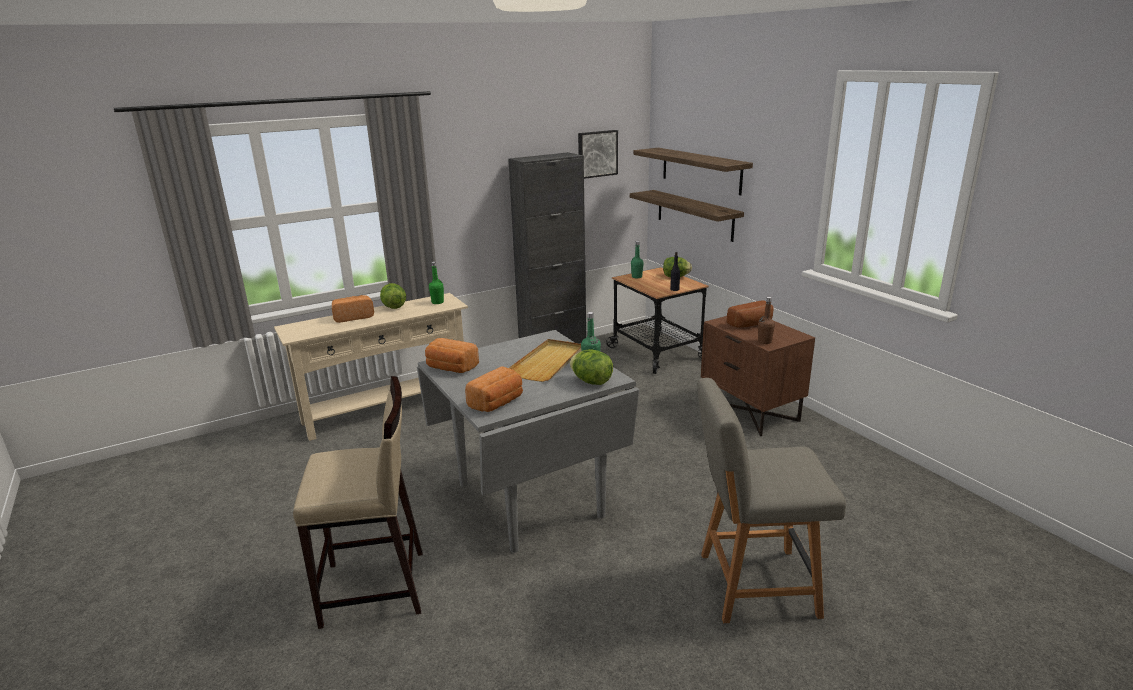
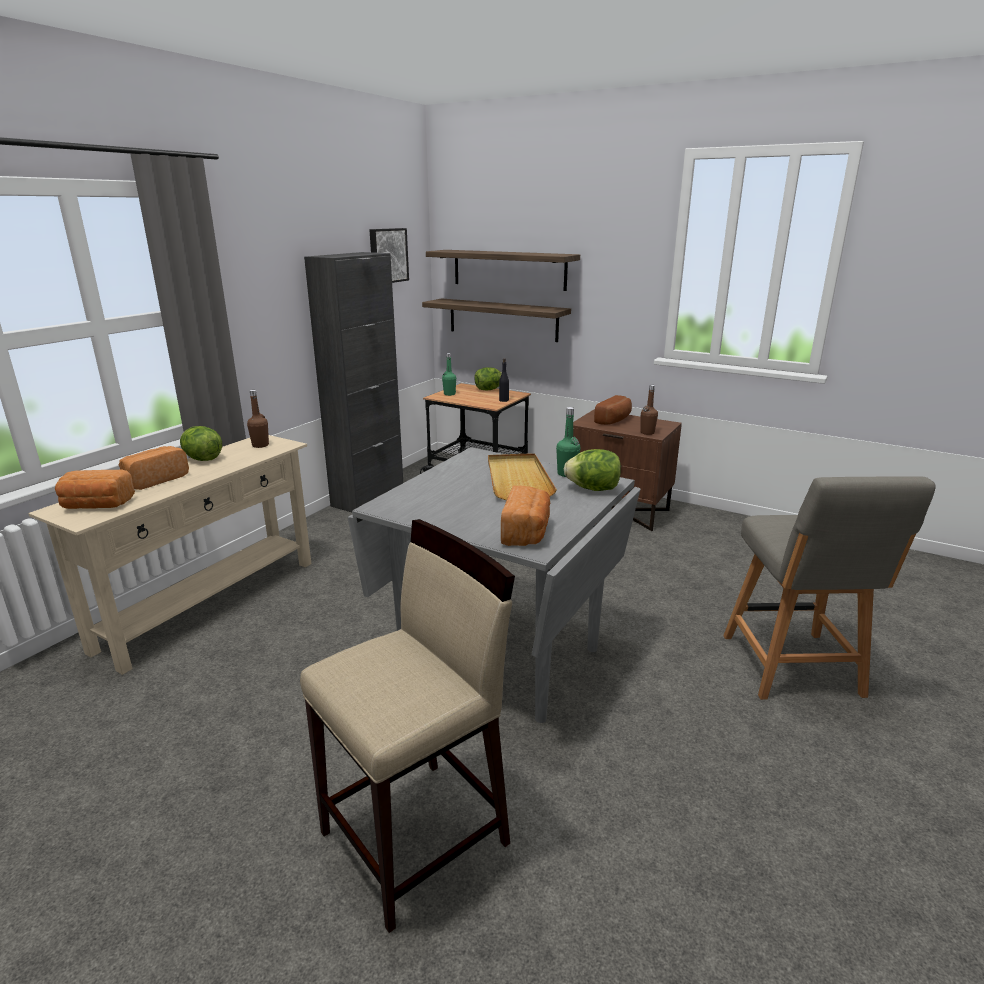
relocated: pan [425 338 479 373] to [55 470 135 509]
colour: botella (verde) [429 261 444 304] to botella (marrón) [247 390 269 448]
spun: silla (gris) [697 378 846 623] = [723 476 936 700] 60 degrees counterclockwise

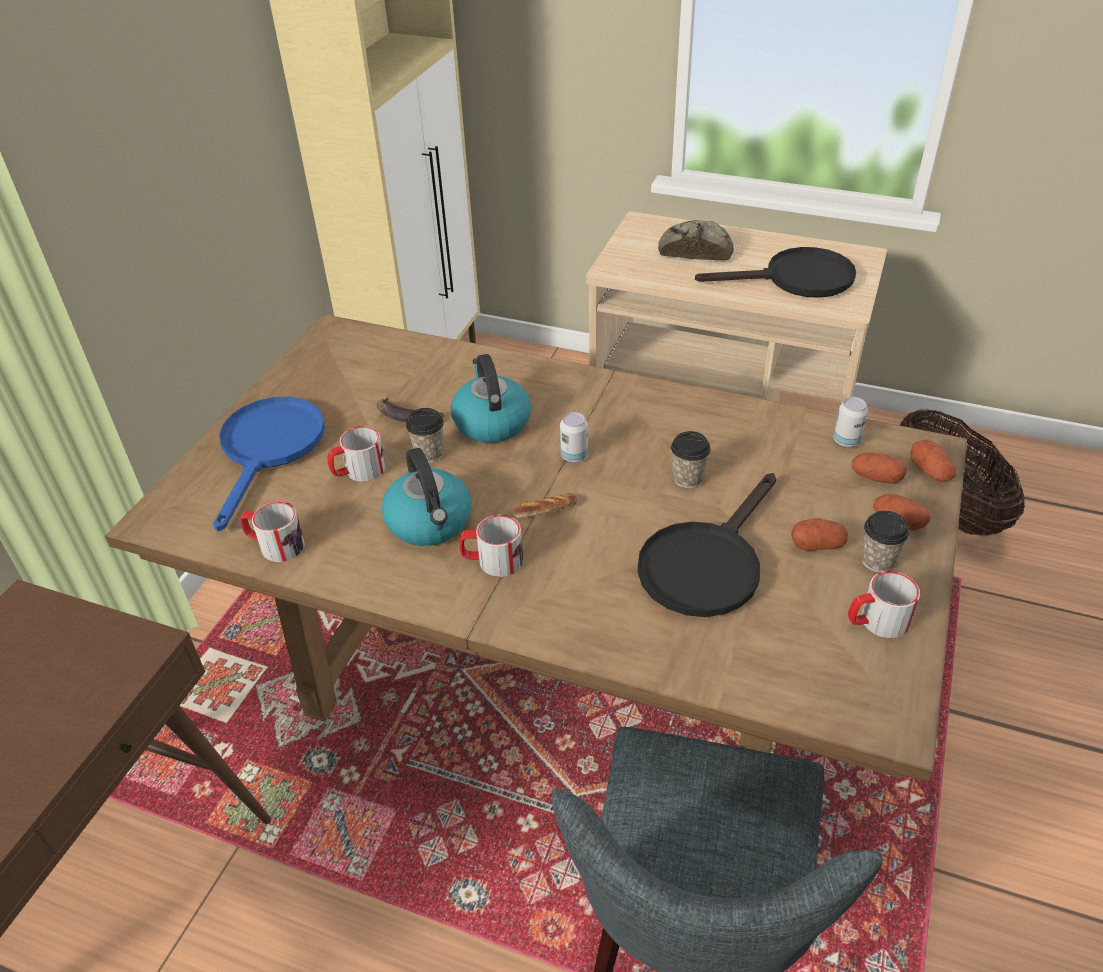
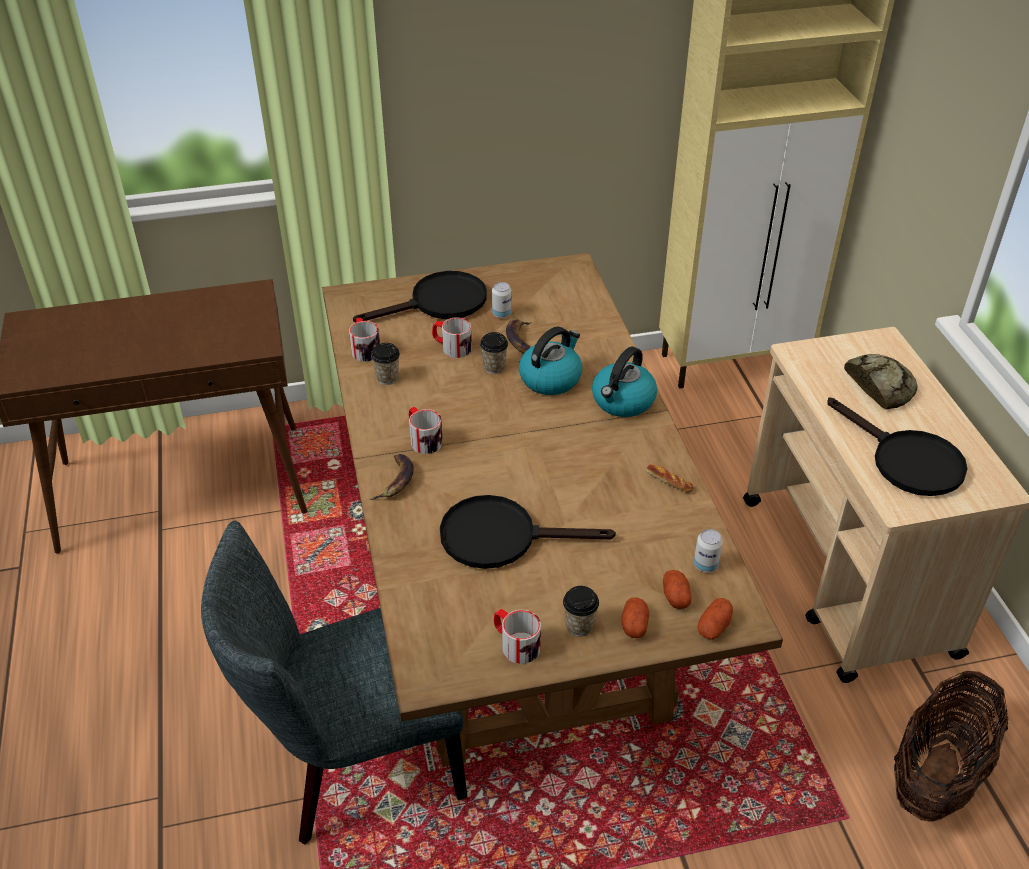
missing: patata [791 518 848 551]
appeared: plátano [370 454 414 500]
relocated: hervidor [381 448 472 546] to [592 346 657 417]; pan [513 493 577 518] to [646 464 694 493]; lata [560 412 588 462] to [492 282 512 318]; taza [671 431 711 488] to [371 343 400 385]
colour: sartén (azul) [213 397 325 531] to sartén (negro) [353 271 487 322]

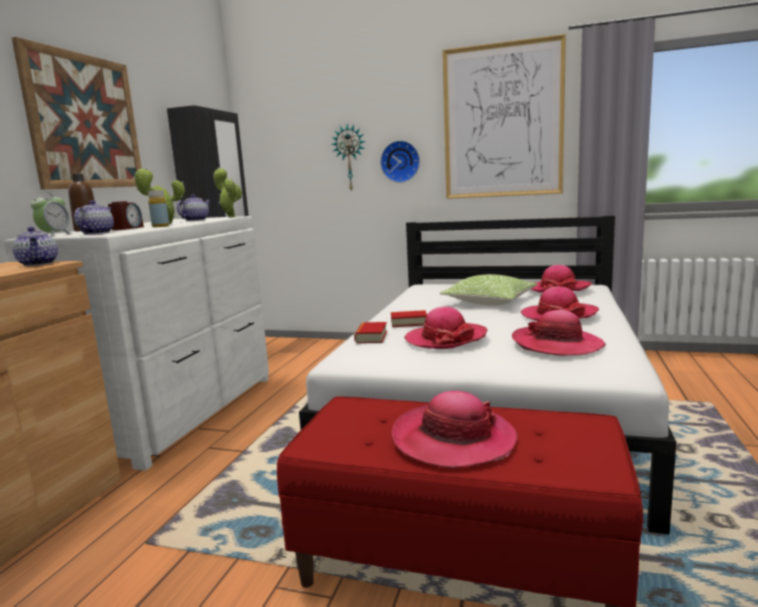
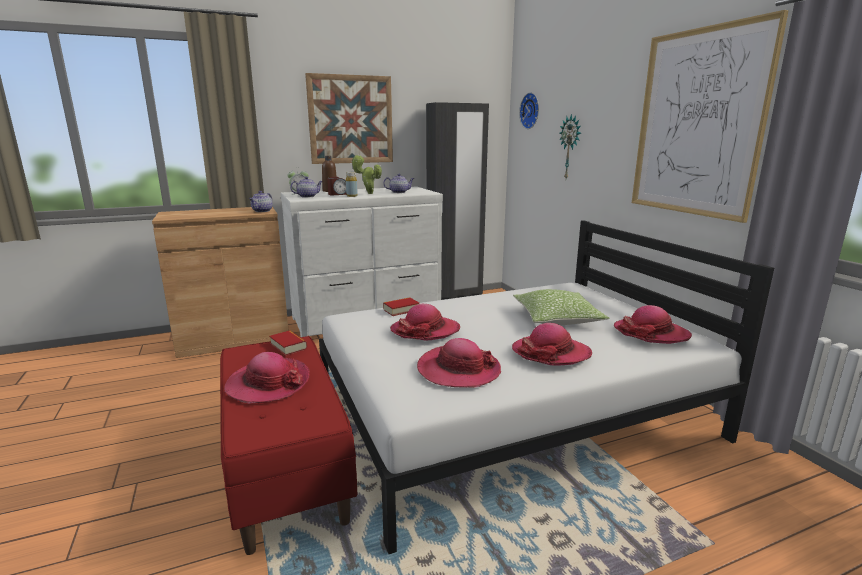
missing: planta en maceta [213 168 242 217]
relocated: reloj de pared [380 140 420 183] to [519 93 539 129]; libro [391 310 427 327] to [269 330 307 356]

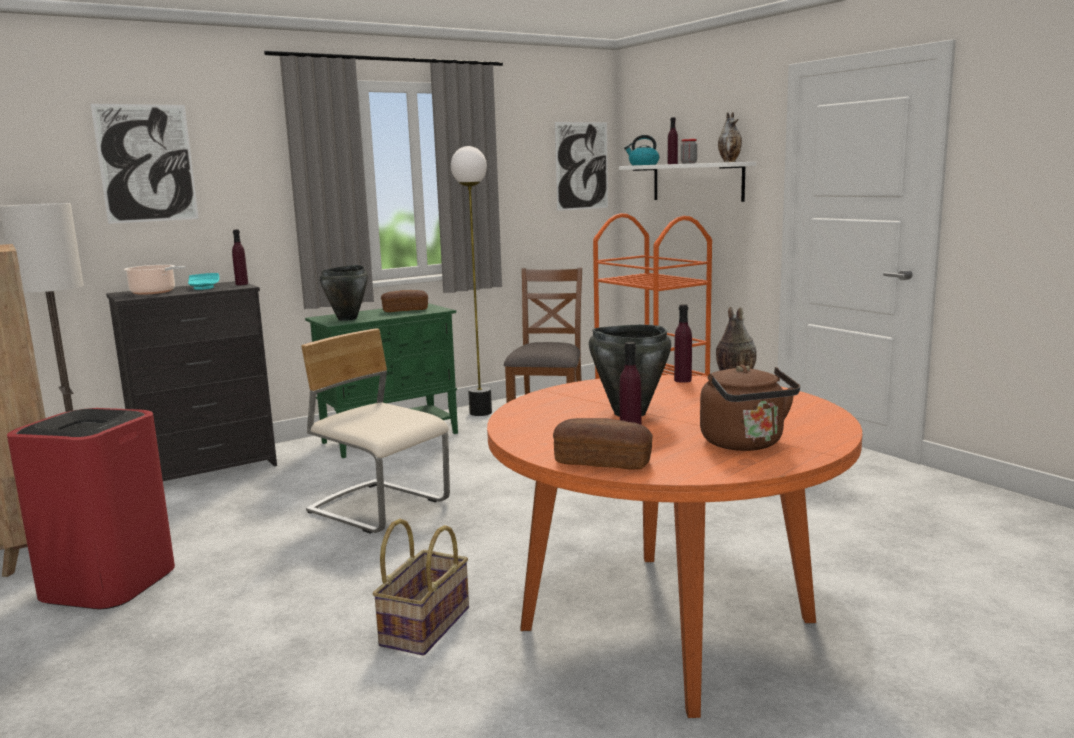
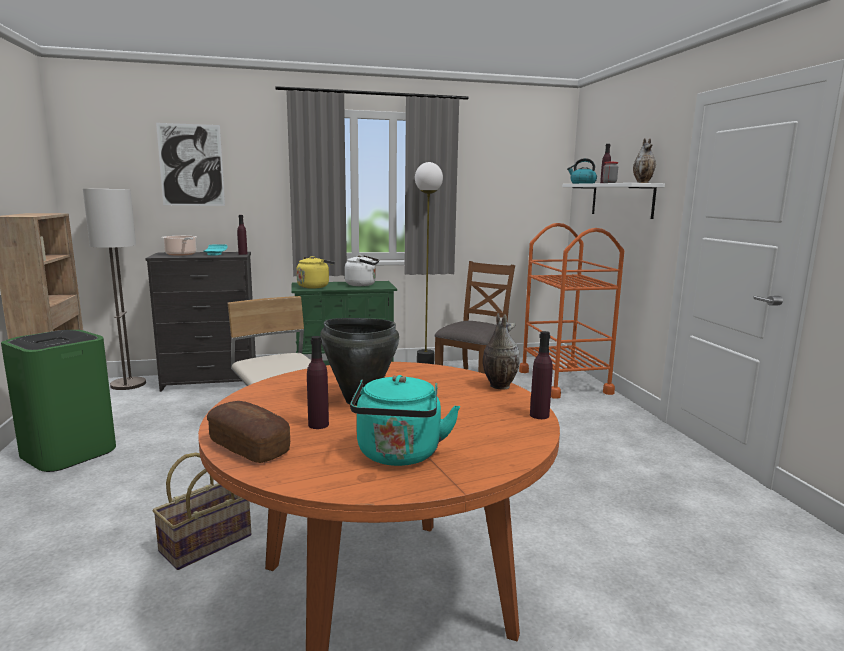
missing: cuadro [555 122 608 211]
relocated: botella (morado) [674 304 692 383] to [530 331 553 419]
exchanged: olla (negro) [320 265 368 321] to hervidor (amarillo) [297 256 335 289]; pan [381 290 428 312] to hervidor (blanco) [345 255 379 286]
colour: papelera (rojo) [7 408 175 609] to papelera (verde) [1 330 116 472]; hervidor (marrón) [700 365 800 451] to hervidor (turquesa) [350 375 460 466]

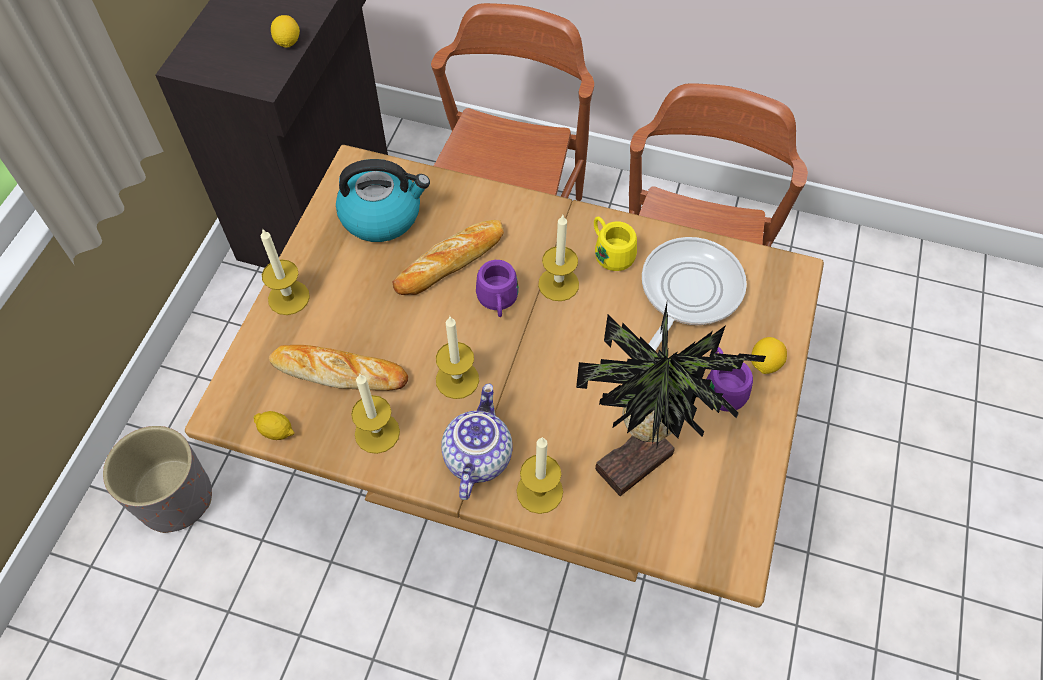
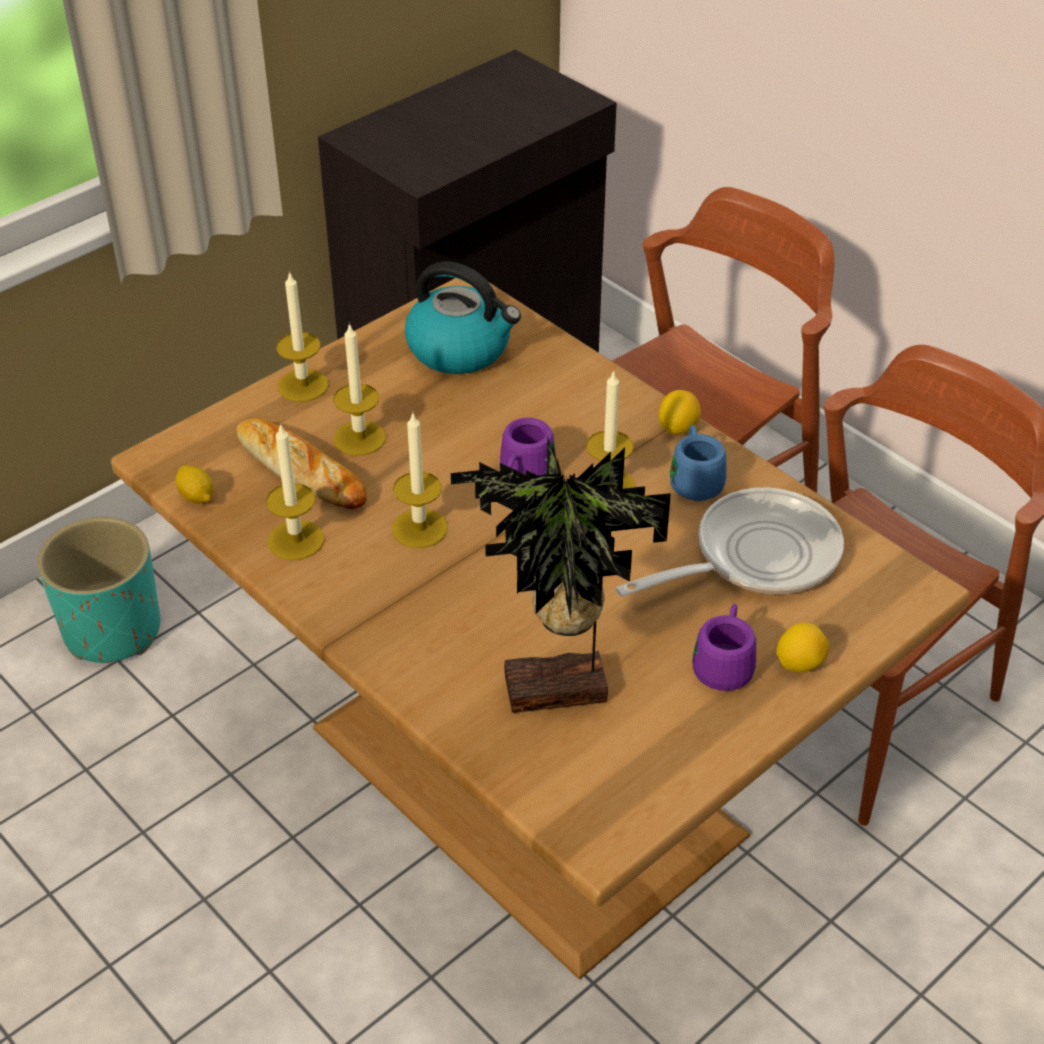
missing: pan [393 220 504 295]; tetera [441 384 513 500]
relocated: limón [271 15 300 48] to [659 390 701 435]; vela [517 437 563 514] to [333 323 386 456]
colour: maceta (gris) [103 426 212 533] to maceta (turquesa) [37 517 160 663]; taza grande (amarillo) [594 217 637 271] to taza grande (azul) [670 425 727 501]

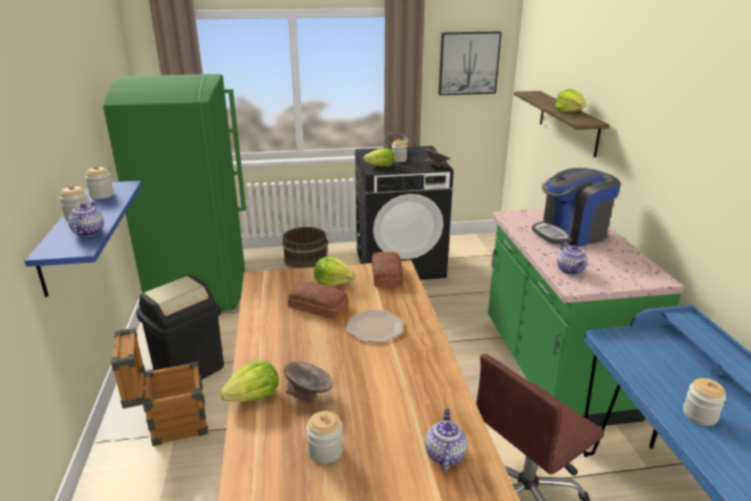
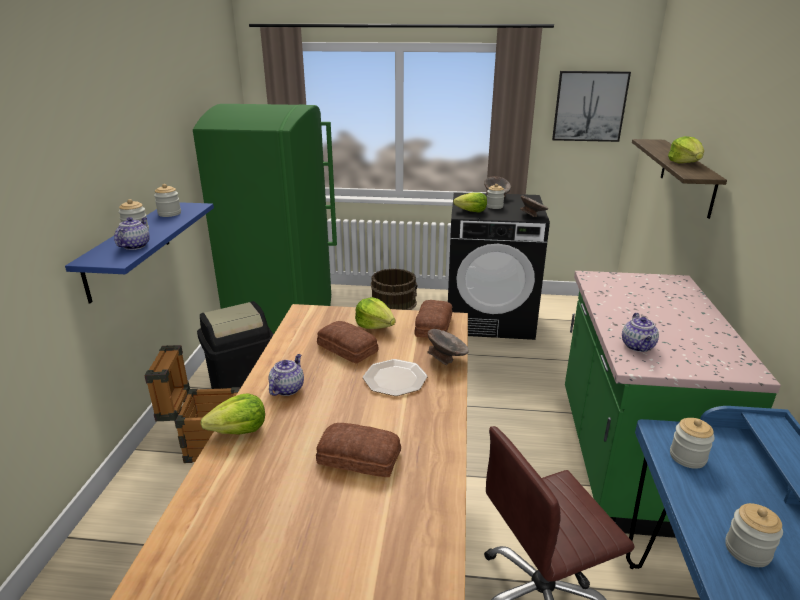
missing: cafetera [532 168 621 247]
appeared: pan [316 423 401 477]
relocated: cuenco (gris) [284 361 333 405] to [427 329 469 365]; tarro [306 411 343 464] to [670 418 715 469]; tetera [425 409 468 471] to [268 354 304 396]

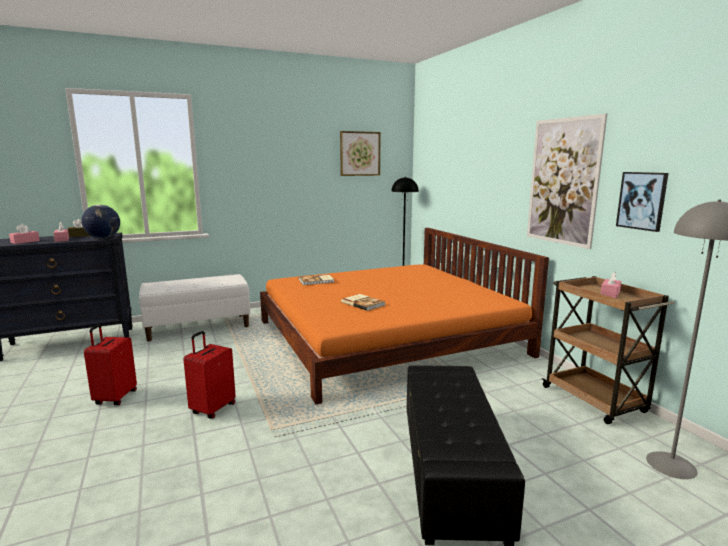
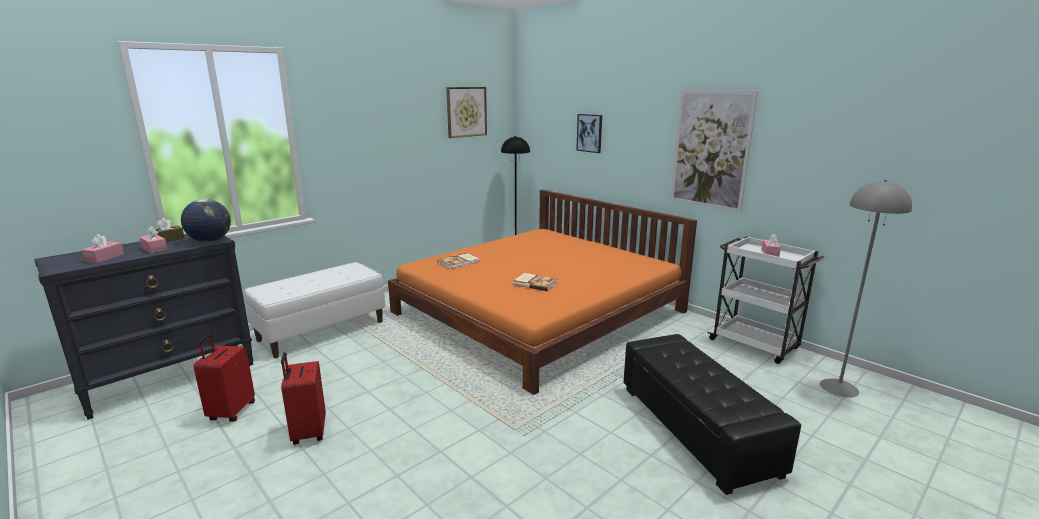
relocated: maleta (rojo) [183 331 236 419] to [194 334 255 422]; cuadro [616 172 669 232] to [576 114 602 153]
colour: carrito (marrón) [542 276 674 424] to carrito (blanco) [708 236 825 364]

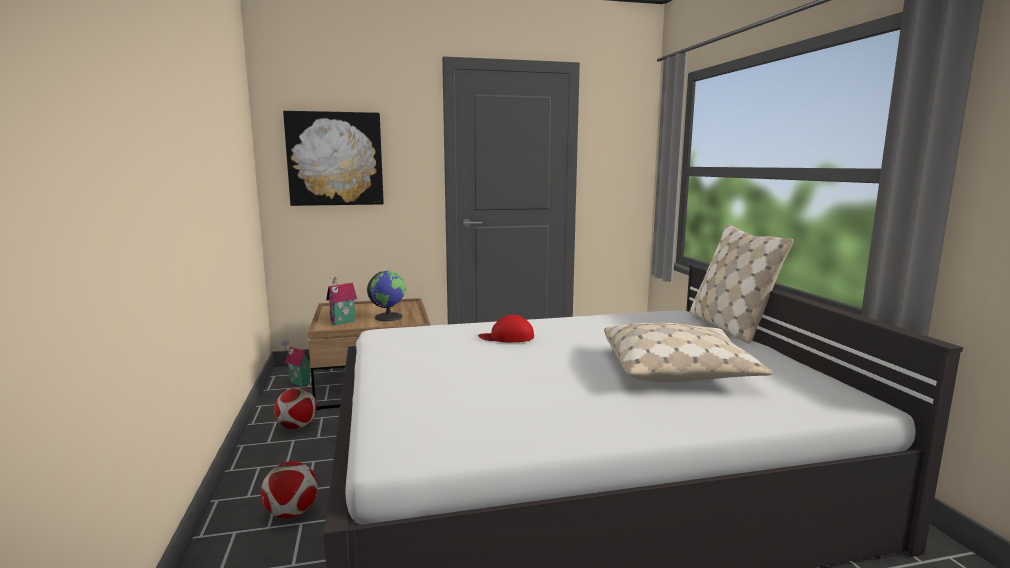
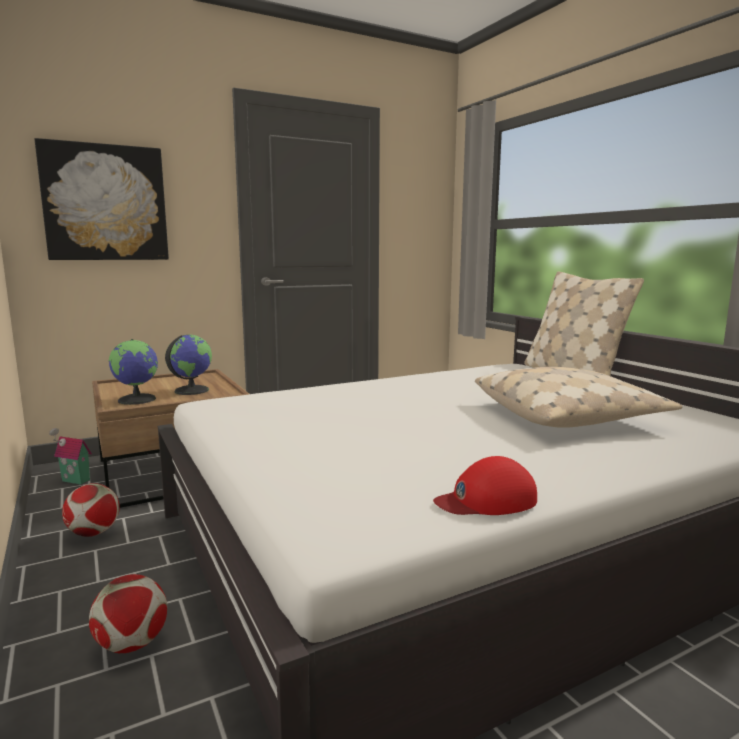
relocated: gorra (rojo) [478 315 534 342] to [433 456 537 515]
exchanged: casita [326 276 357 325] to globo terráqueo [109 339 158 405]

